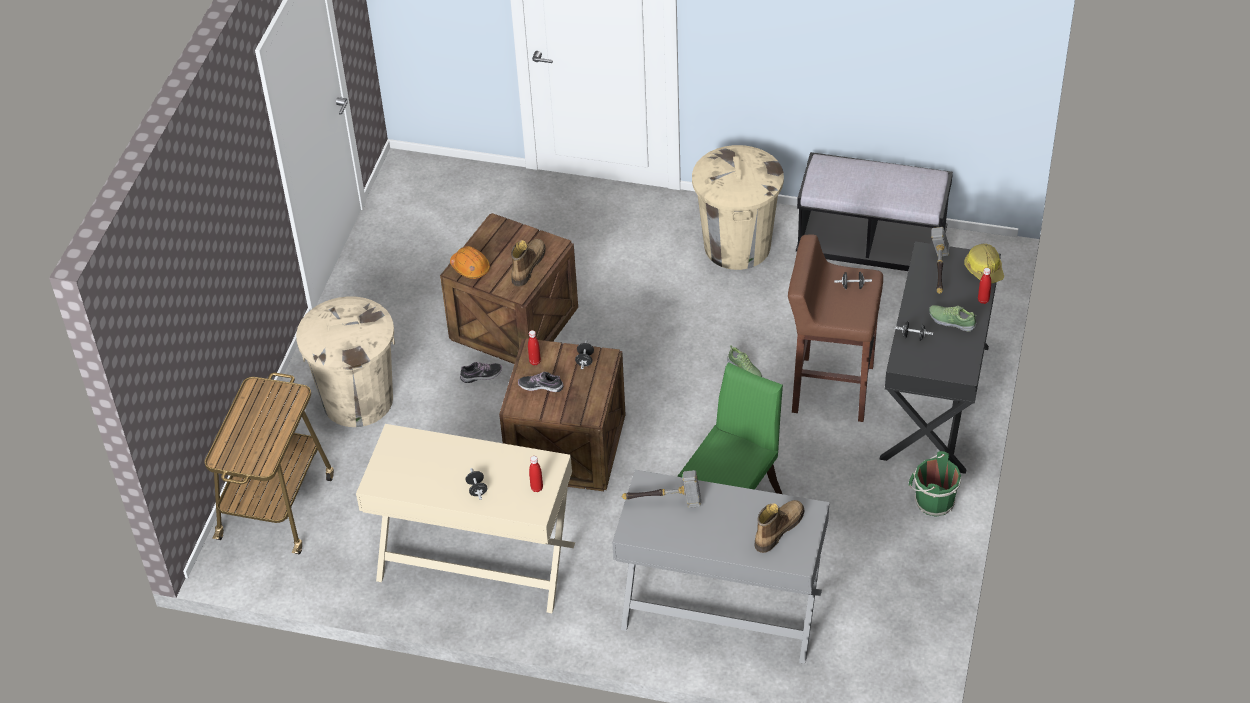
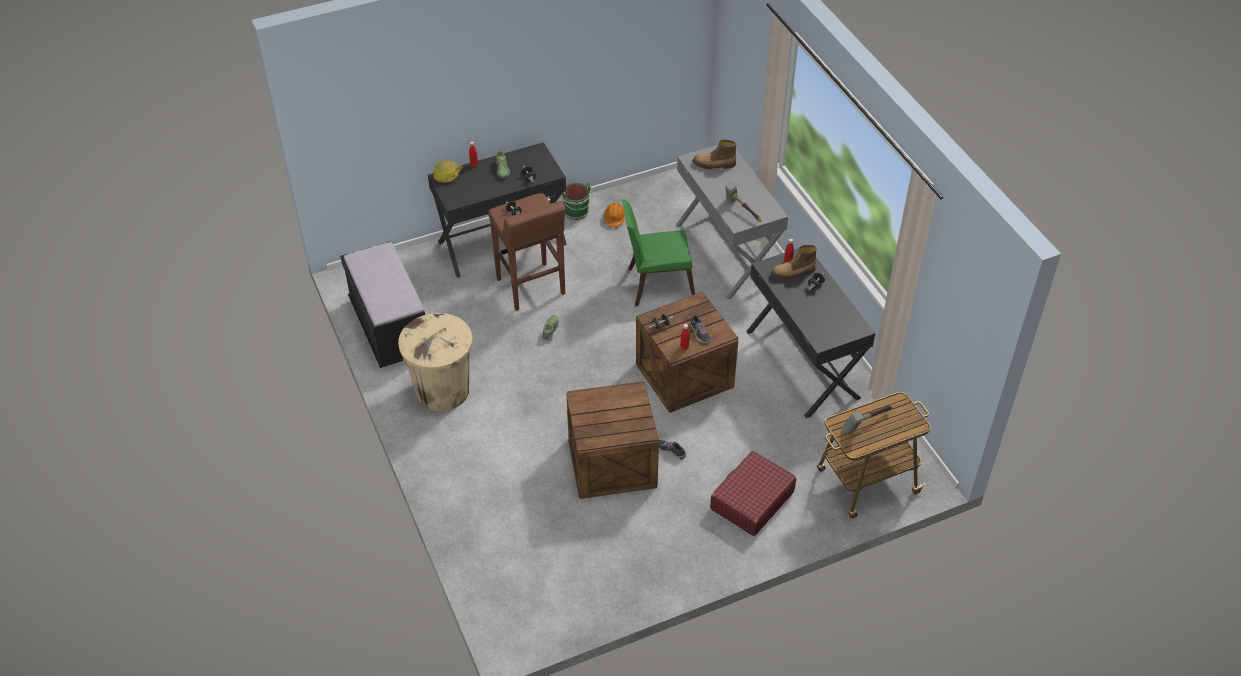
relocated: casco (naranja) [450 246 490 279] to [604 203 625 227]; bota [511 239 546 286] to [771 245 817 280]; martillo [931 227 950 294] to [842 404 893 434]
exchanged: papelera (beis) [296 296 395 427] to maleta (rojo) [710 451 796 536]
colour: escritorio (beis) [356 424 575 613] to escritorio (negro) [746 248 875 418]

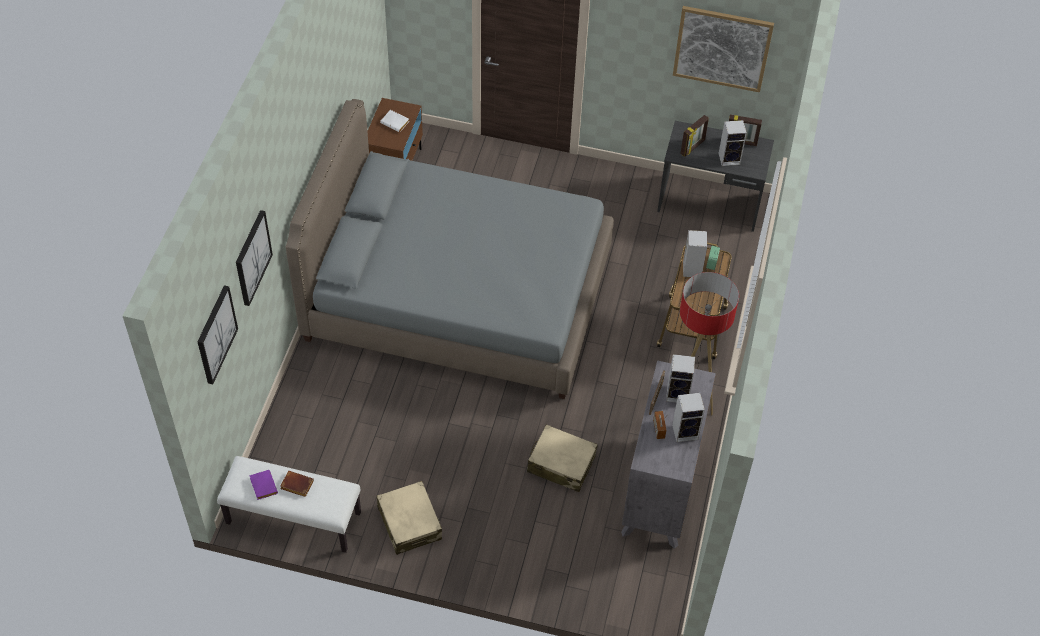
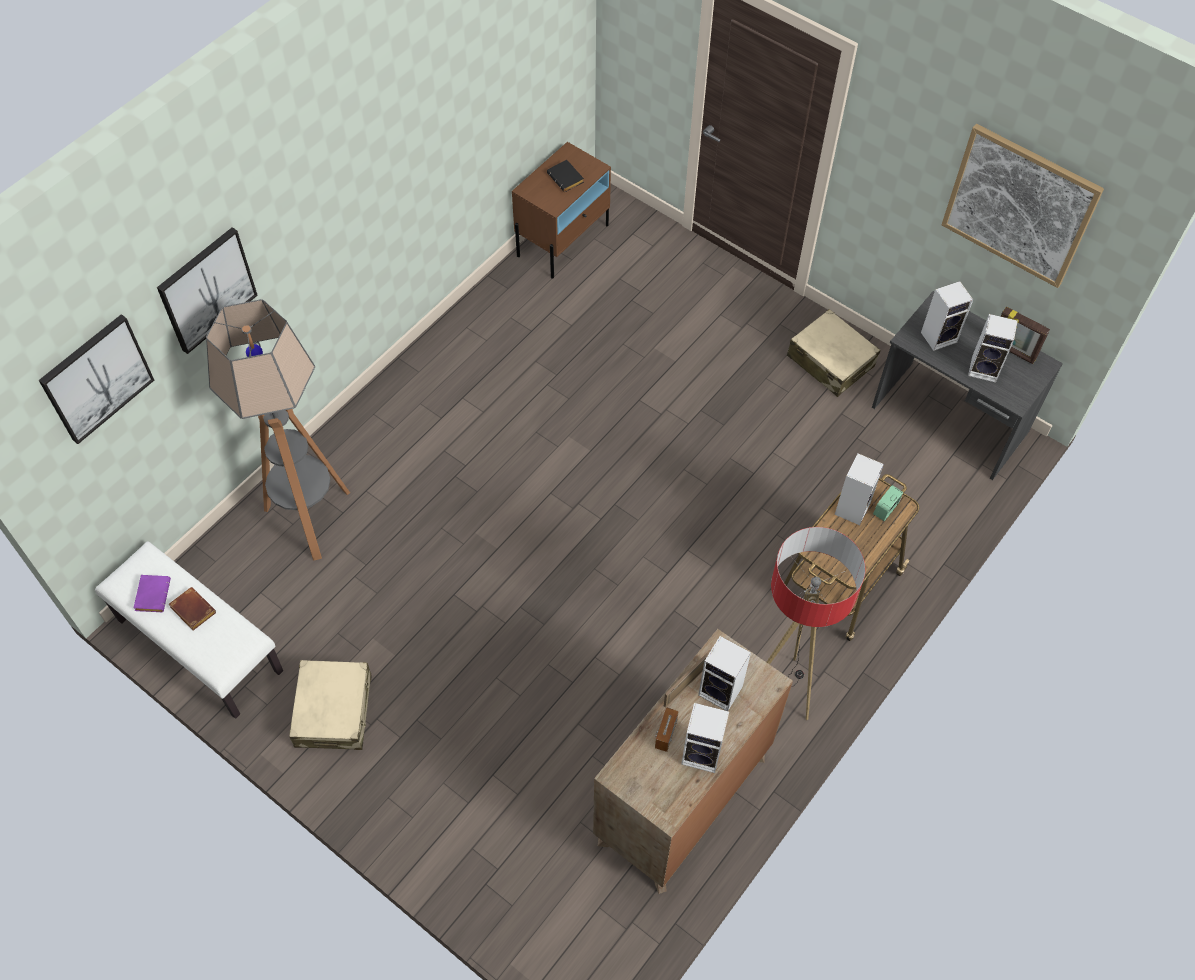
missing: cama (gris) [286 99 614 399]
appeared: lámpara de pie [206 299 350 560]
relocated: maleta (beis) [527 424 598 492] to [787 309 880 397]
exchanged: portarretratos [680 115 709 157] to altavoz [921 281 973 351]
colour: libro (blanco) [380 110 409 132] to libro (negro) [547 160 584 192]; cómoda (gris) [621 360 716 549] to cómoda (marrón) [593 629 793 894]

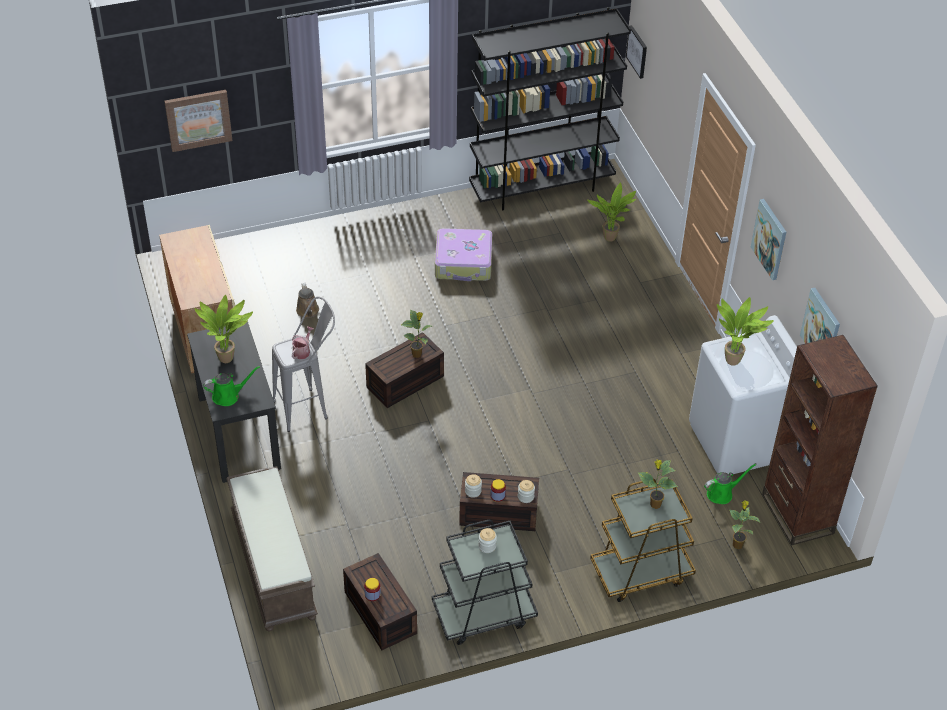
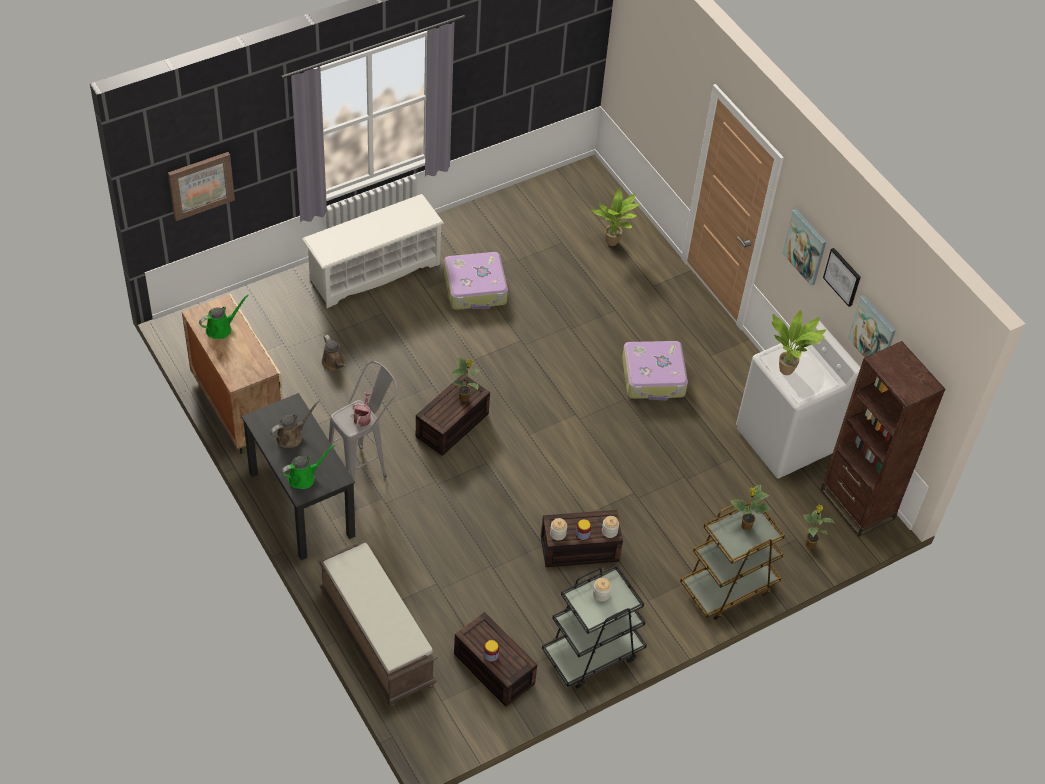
missing: estantería (negro) [469 7 631 210]
appeared: zapatero (blanco) [302 194 444 308]; maleta [622 341 688 400]
relocated: cuadro [626 25 647 79] to [823 248 861 307]; regadera (verde) [704 463 757 504] to [199 295 249 339]
exchanged: planta en maceta [194 295 253 363] to regadera (marrón) [270 400 320 448]

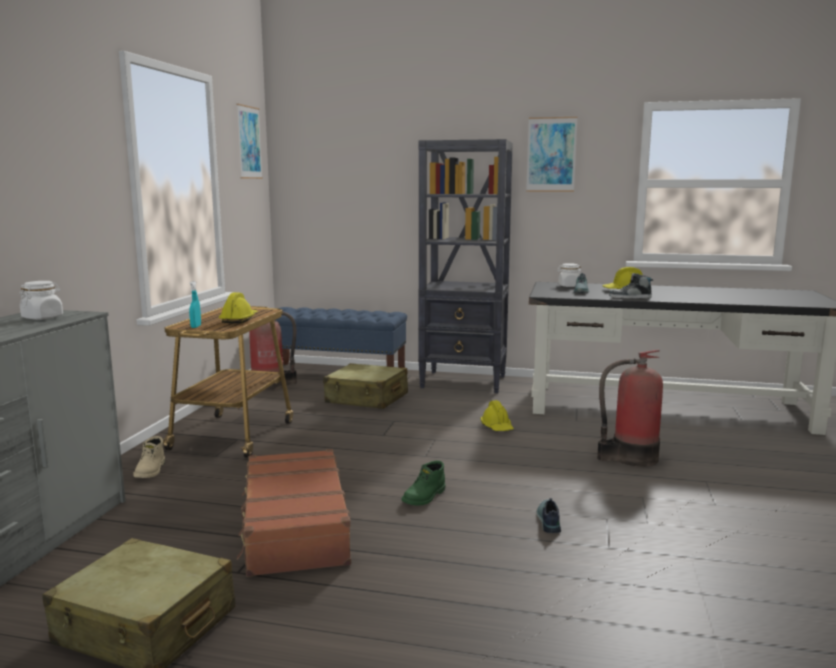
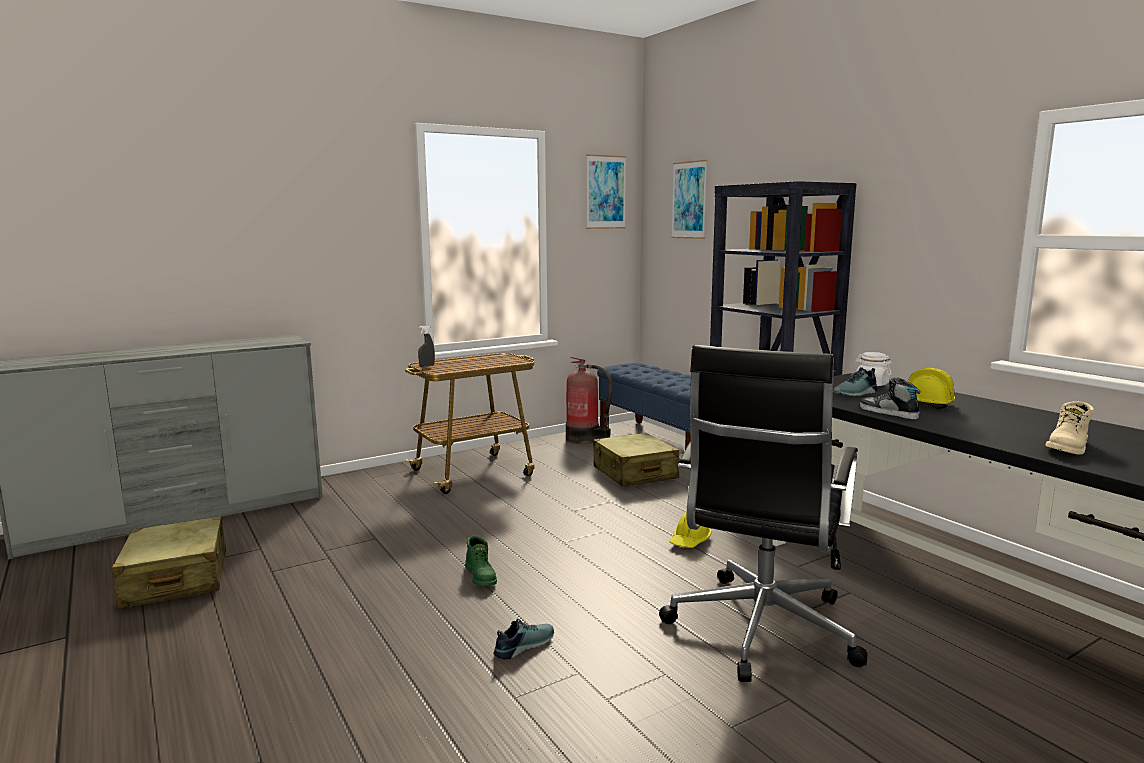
missing: tarro (blanco) [20 281 63 320]; casco (amarillo) [219 292 257 323]; maleta (marrón) [237 449 351 577]
relocated: bota (beis) [133 436 165 478] to [1045 401 1094 455]; cuadro [526 117 577 192] to [671 160 707 239]
exchanged: extintor [597 349 663 467] to silla de oficina (negro) [659 345 868 682]
colour: pulverizador (turquesa) [189 281 201 328] to pulverizador (gris) [418 325 435 367]
spun: bota (verde) [402 460 445 506] = [465 536 497 586] 105 degrees counterclockwise

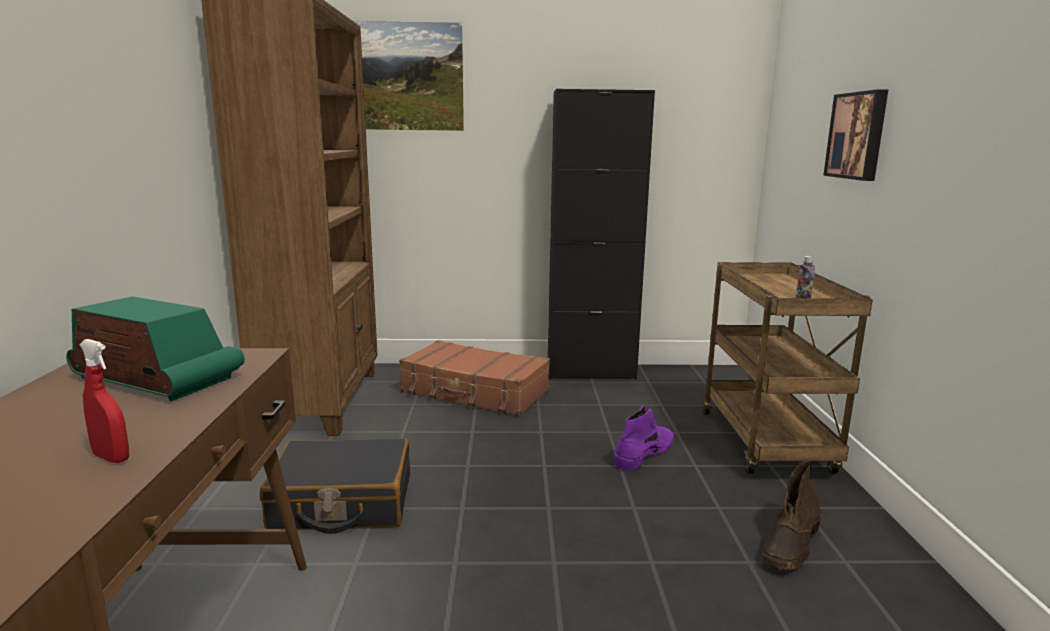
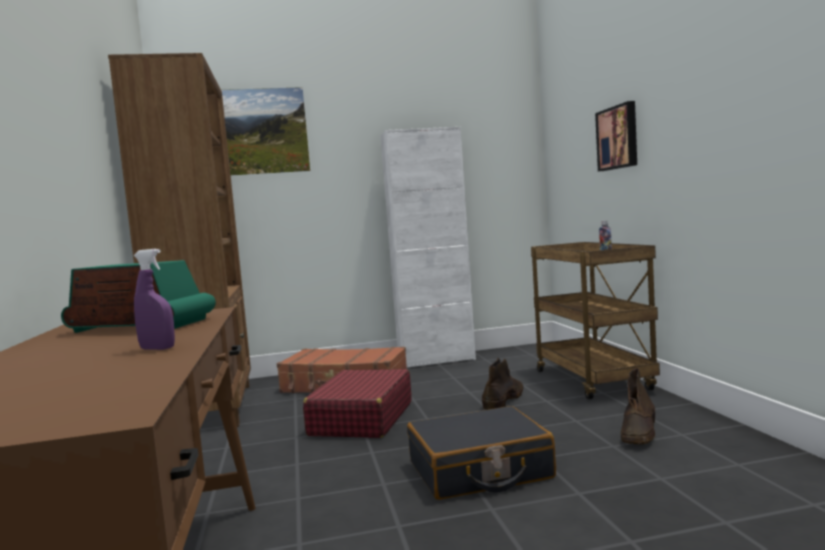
appeared: maleta (rojo) [303 369 412 438]
relocated: maleta (negro) [260 438 410 534] to [407 406 556 500]
colour: pulverizador (rojo) [79 339 129 463] to pulverizador (morado) [134 249 175 350]; armario (negro) [548 89 655 380] to armario (blanco) [380 127 476 367]; bota (morado) [614 405 674 470] to bota (marrón) [482 358 523 410]

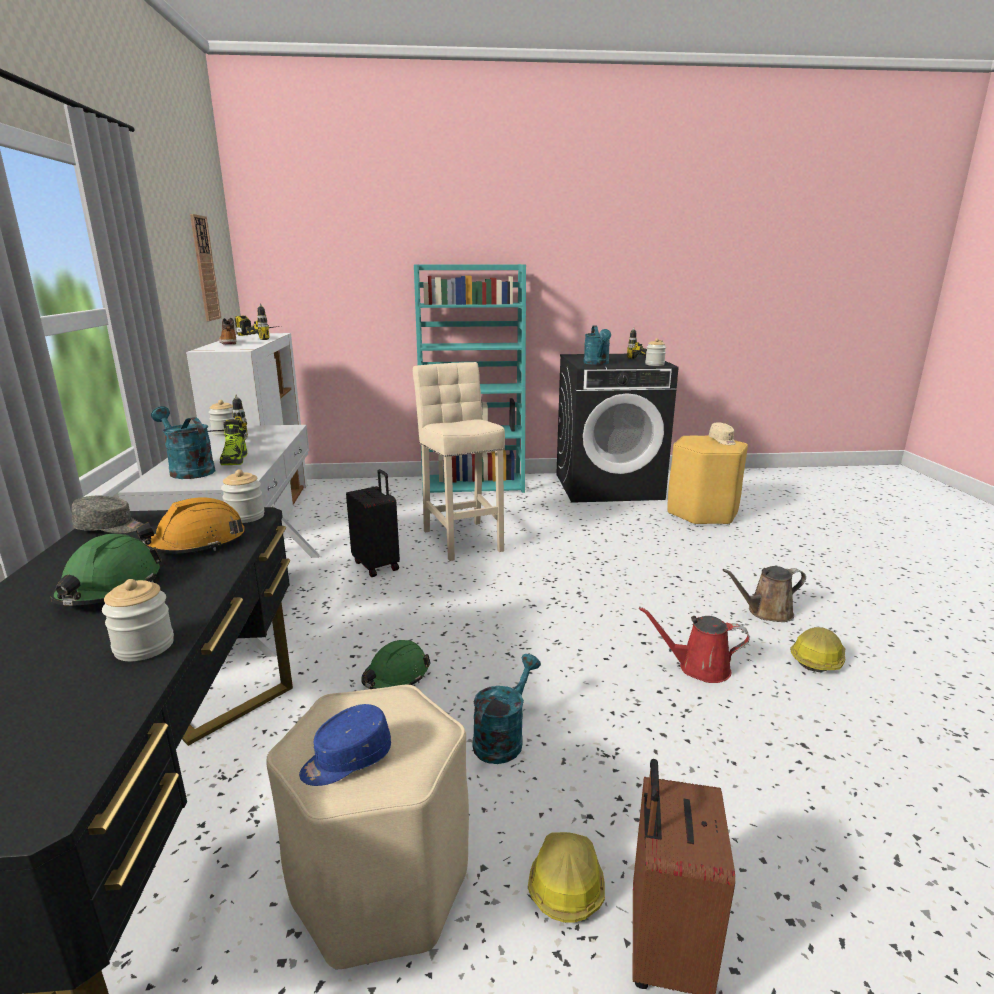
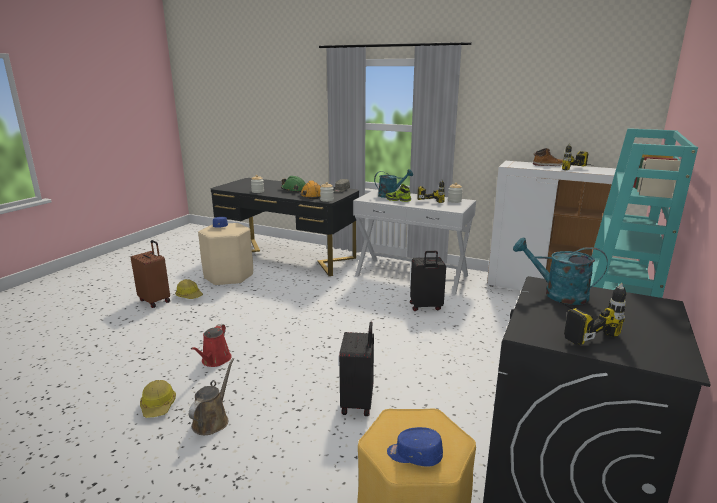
missing: reloj de pared [190 214 221 321]; casco (verde) [361 640 431 689]; taburete (beis) [413 362 505 561]; regadera (turquesa) [473 654 541 764]; tarro [645 338 666 366]
appeared: maleta (negro) [339 321 374 416]
colour: gorra (beis) [709 423 736 445] to gorra (azul) [387 427 443 467]
spun: regadera (rojo) [639 607 750 683] = [191 324 232 367] 150 degrees clockwise

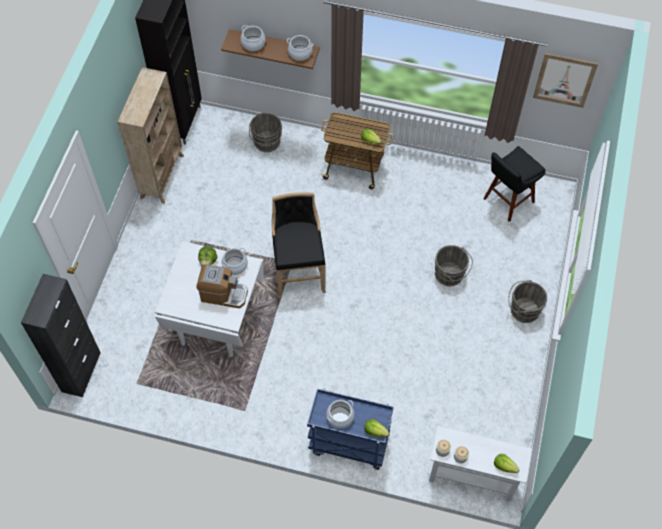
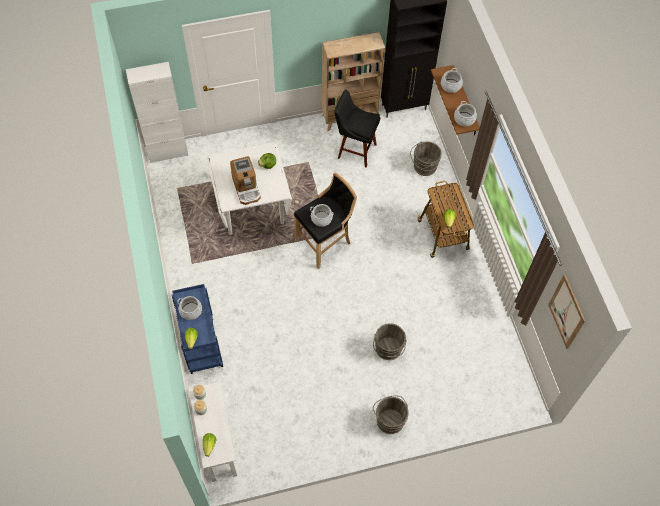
relocated: olla [222 248 248 275] to [310 204 334 227]; taburete (negro) [483 146 545 222] to [334 90 380 168]
colour: armario (negro) [21 274 100 397] to armario (blanco) [126 62 188 163]

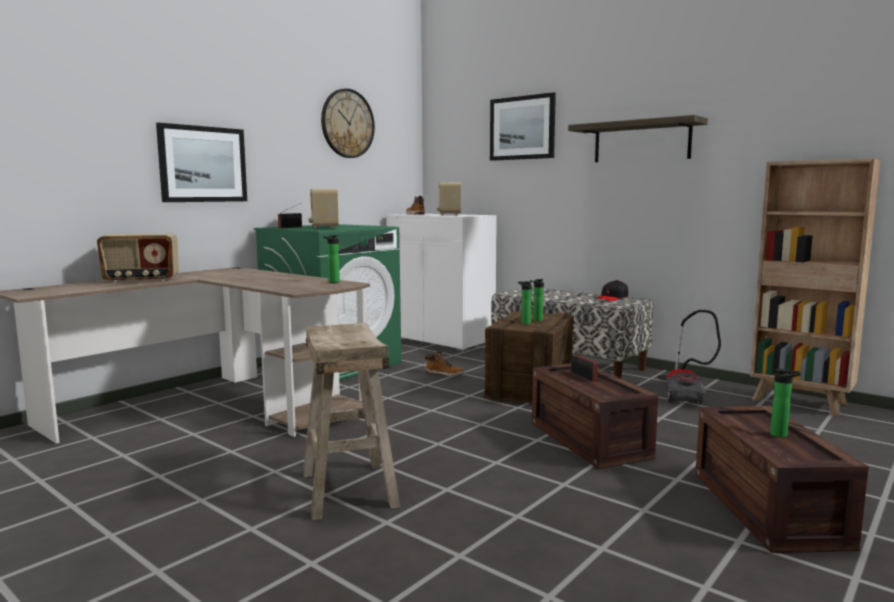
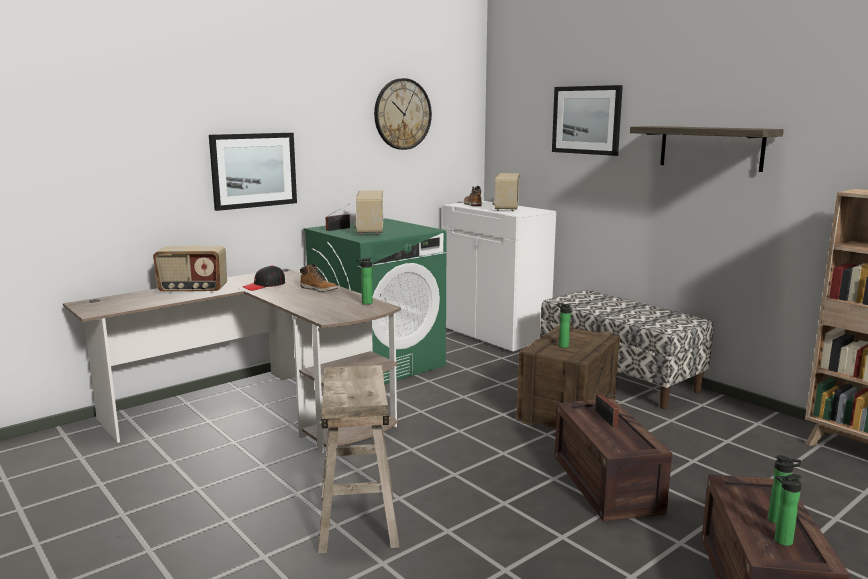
missing: aspiradora [657 310 721 405]
relocated: bota [425 352 464 376] to [300 264 338 292]; botella [530 279 544 321] to [775 474 802 546]; gorra (negro) [596 280 628 301] to [242 265 285 291]

